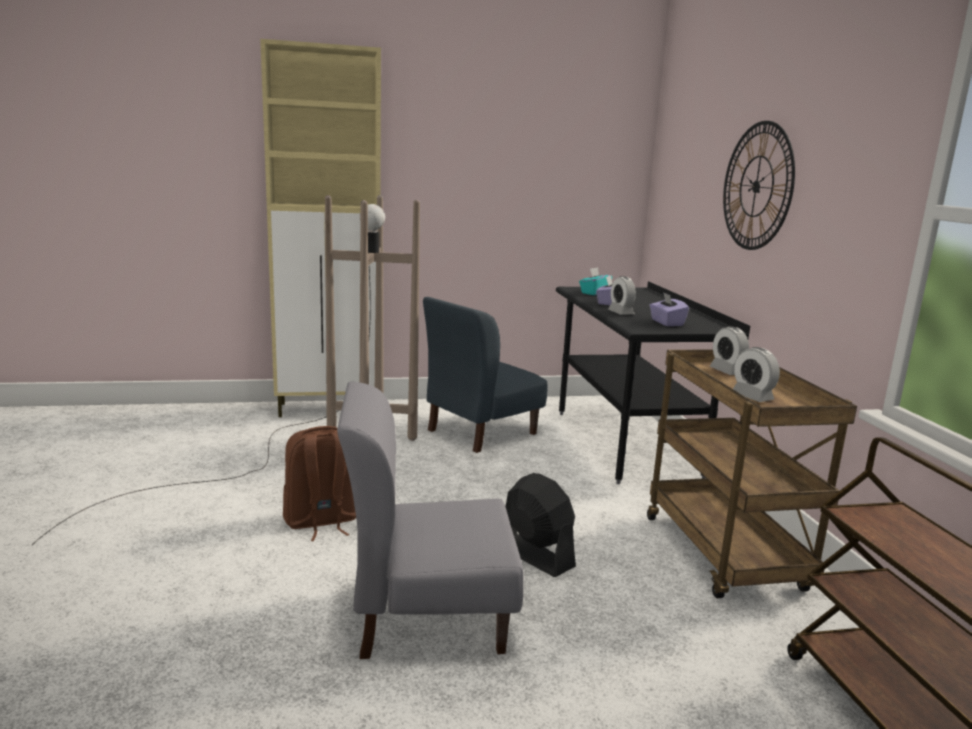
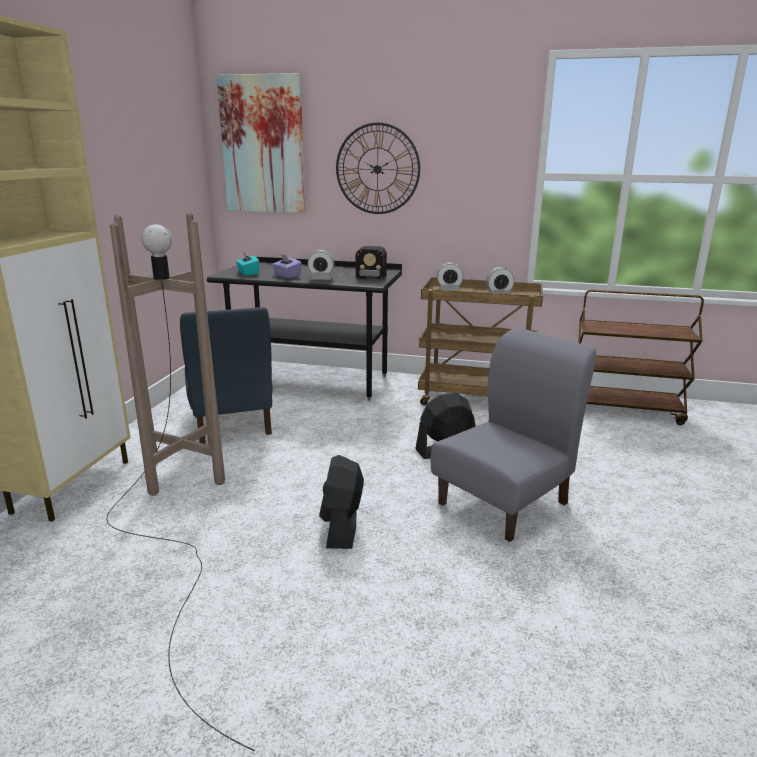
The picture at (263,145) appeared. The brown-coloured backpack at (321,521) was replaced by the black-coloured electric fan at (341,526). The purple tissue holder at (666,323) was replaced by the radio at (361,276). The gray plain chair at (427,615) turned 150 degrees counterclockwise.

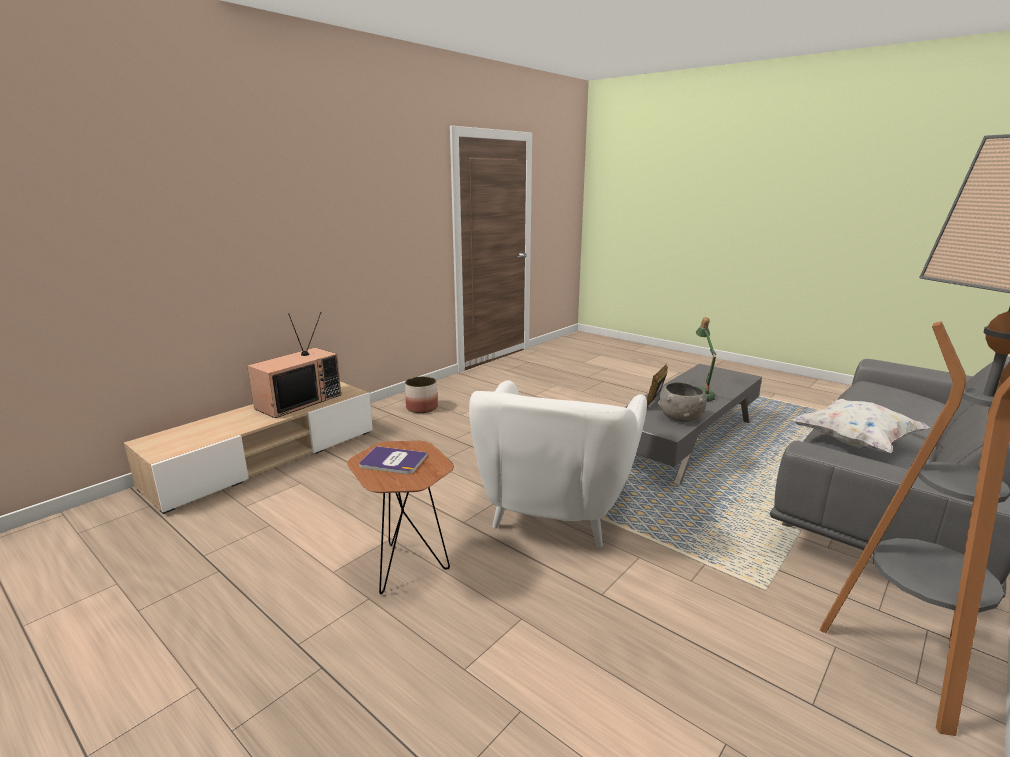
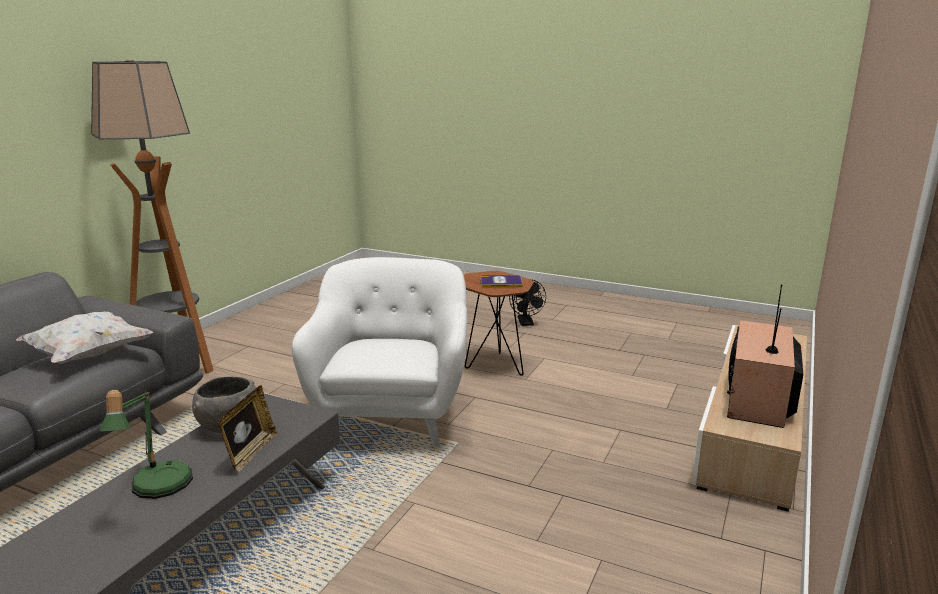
The black-coloured electric fan at (526,323) appeared. The plant pot at (422,408) disappeared.

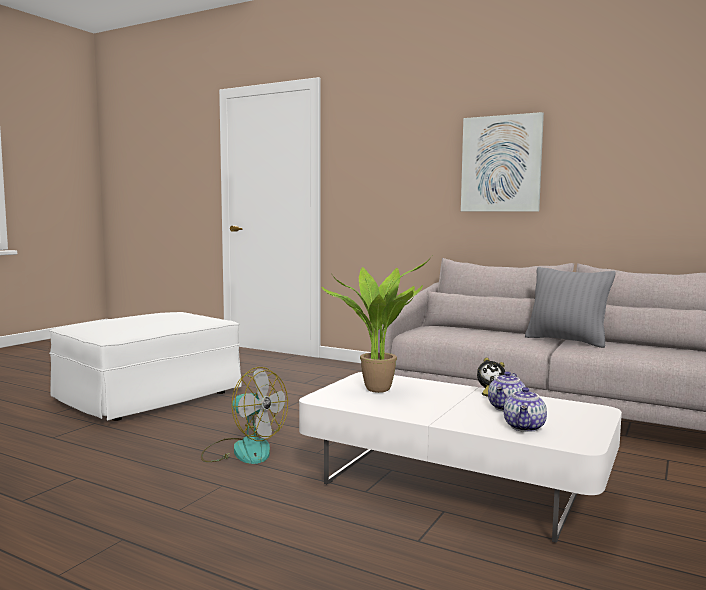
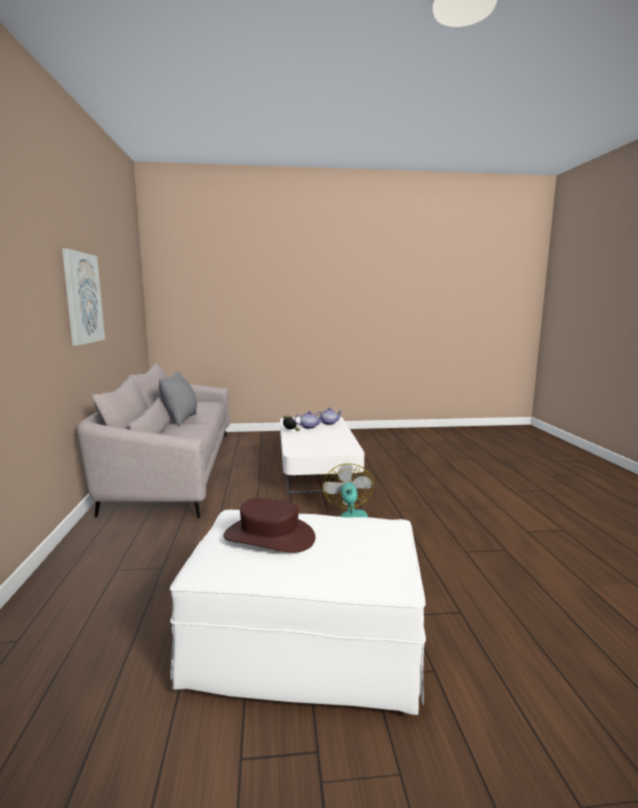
The brown-coloured wearable hat at (269,536) appeared. The houseplant at (379,388) disappeared.

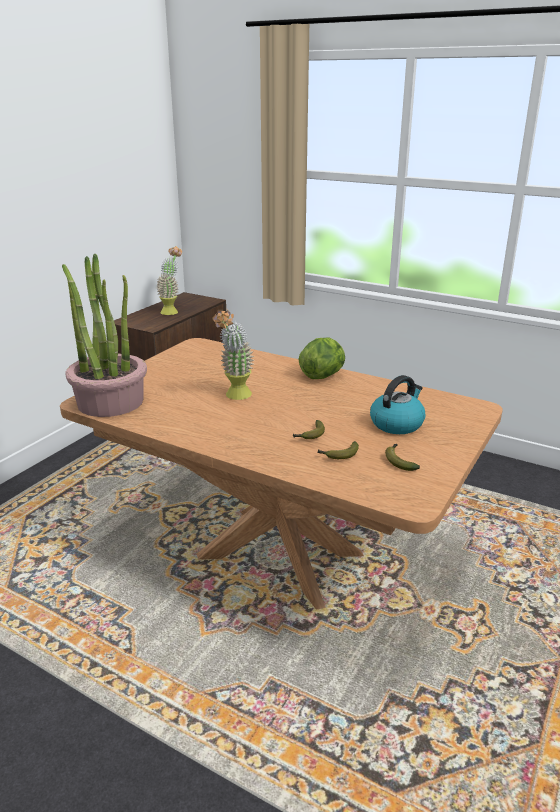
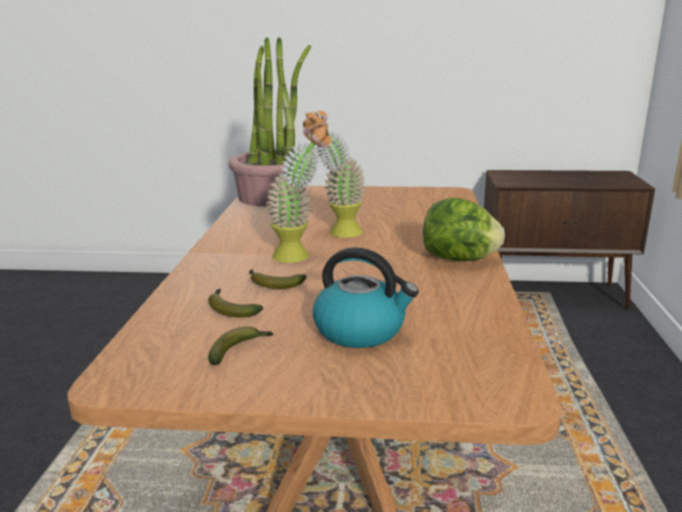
The houseplant moved from (172,311) to (300,256).

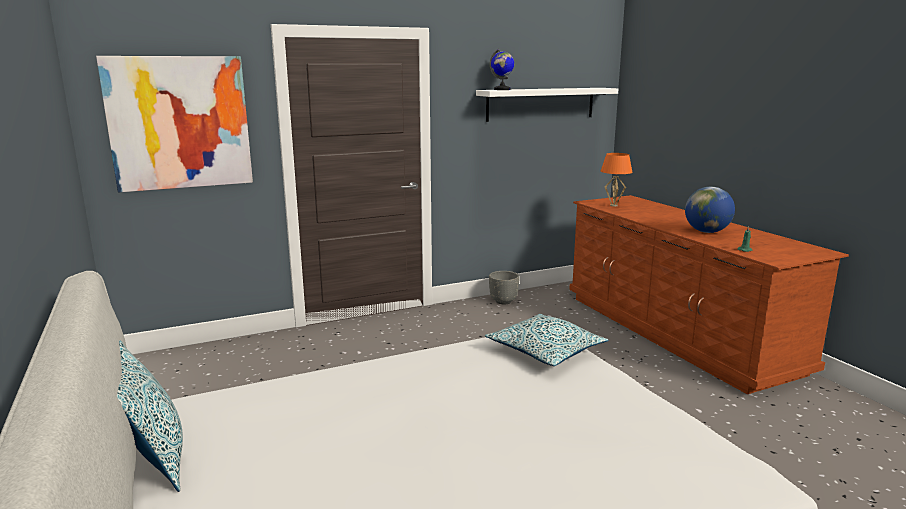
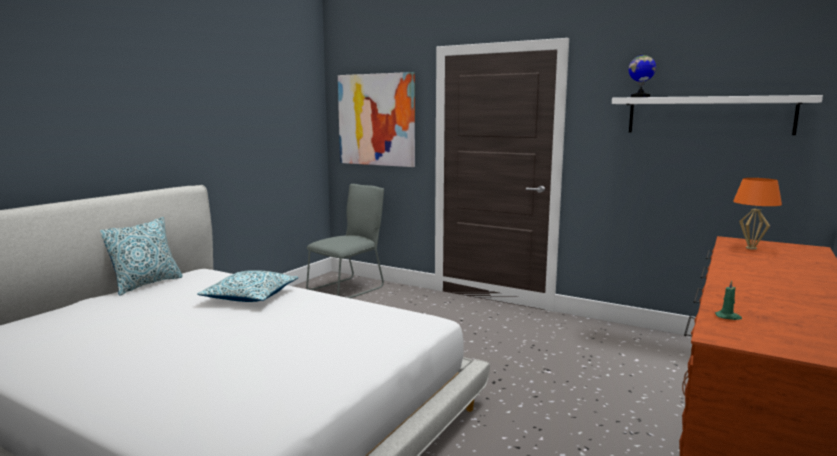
The cushion moved from (545,351) to (250,296). The gray plain chair at (348,288) appeared. The gray plant pot at (503,301) disappeared. The world globe at (706,232) disappeared.

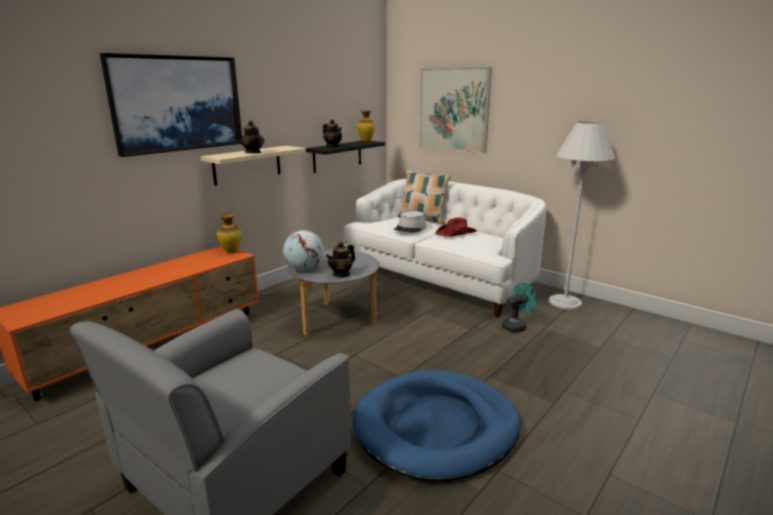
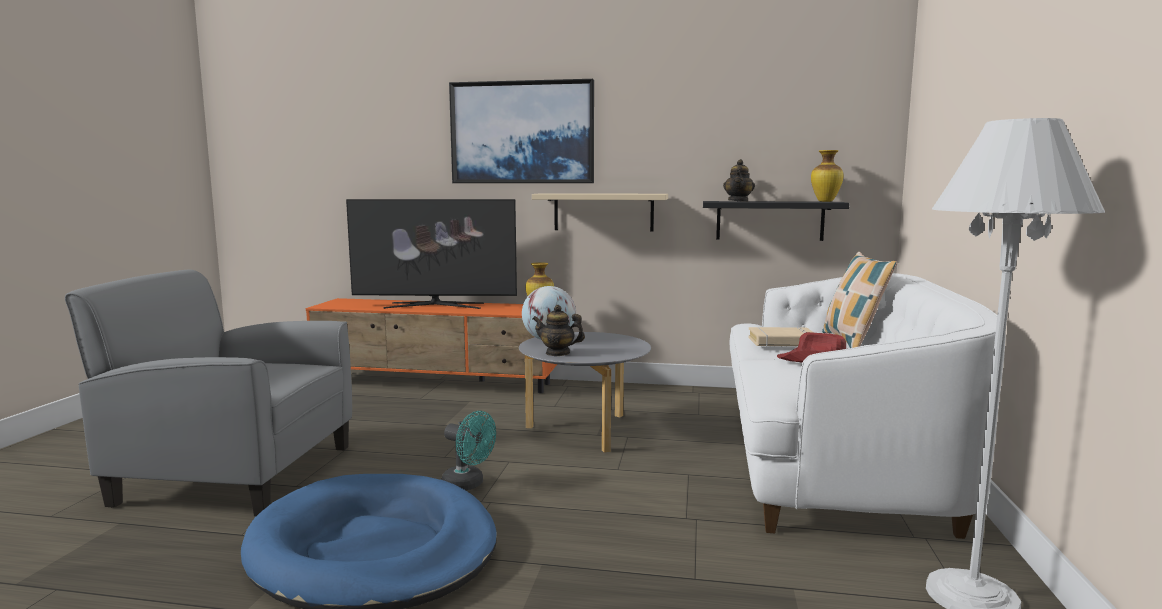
The television at (434,305) appeared. The turquoise electric fan moved from (516,326) to (468,484). The gray wearable hat at (410,228) was replaced by the beige volume at (782,342). The tea pot at (253,152) disappeared. The picture at (453,109) disappeared.

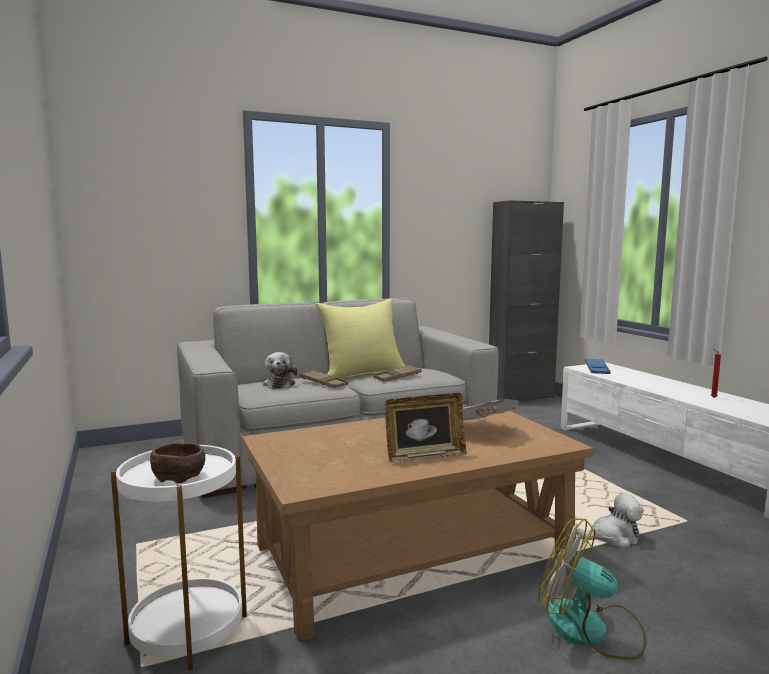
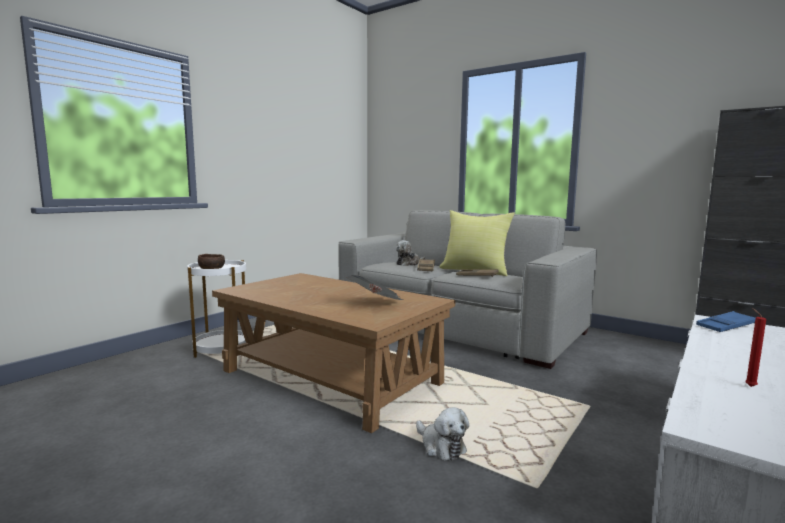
The picture frame at (425,456) disappeared. The electric fan at (590,630) disappeared.

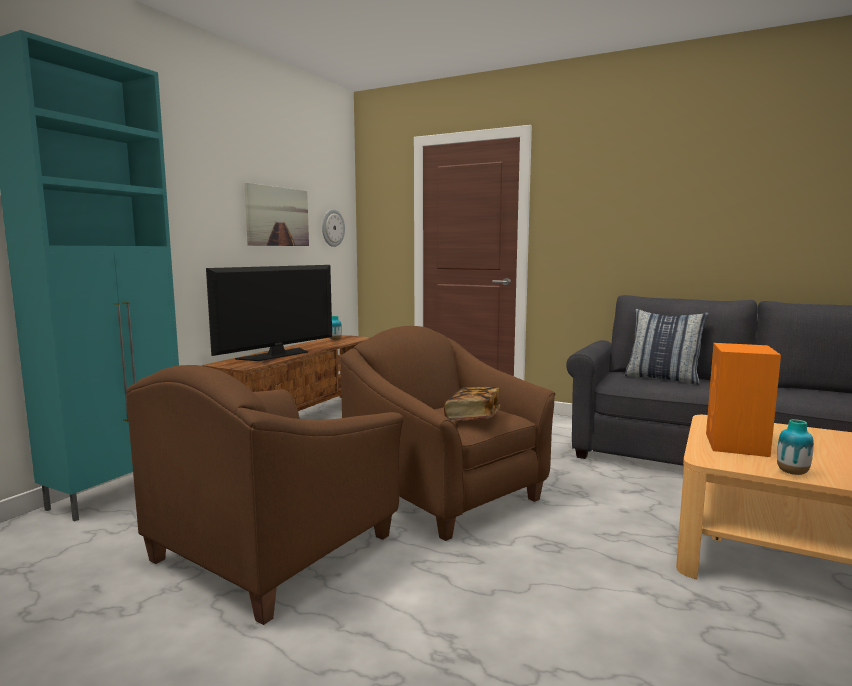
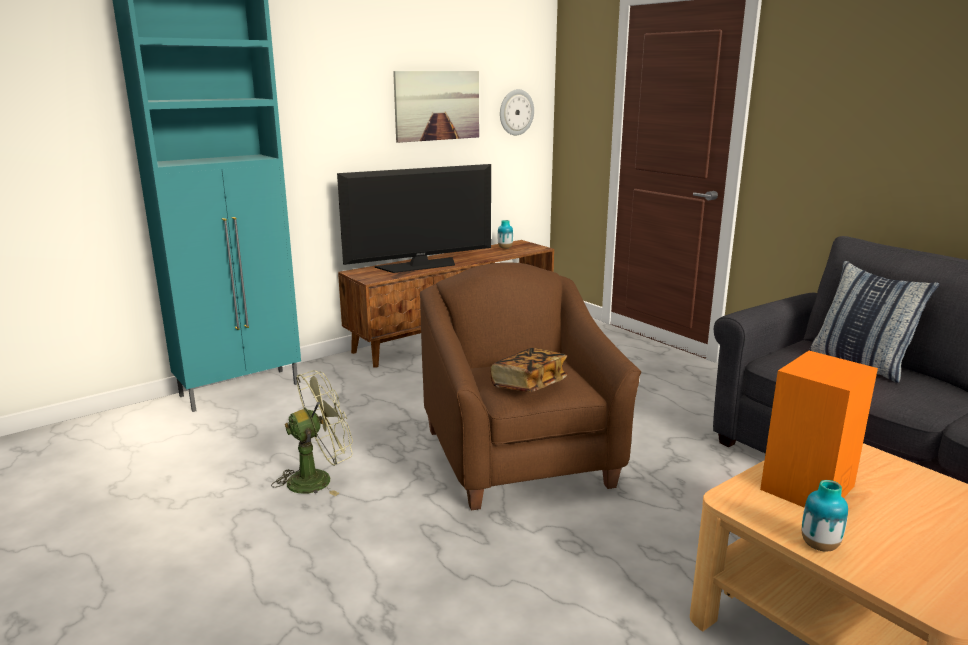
The brown-coloured armchair at (276,549) was replaced by the green-coloured electric fan at (318,478).

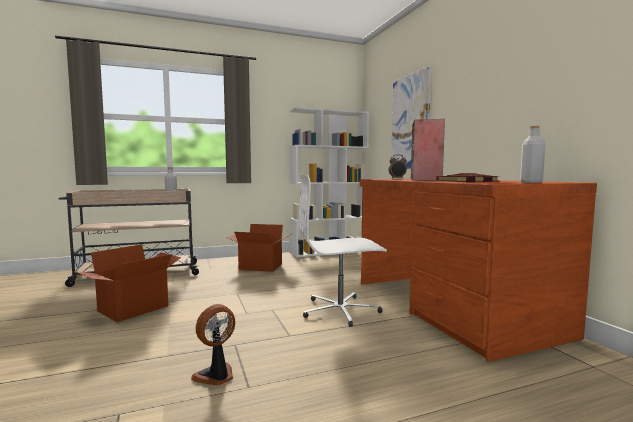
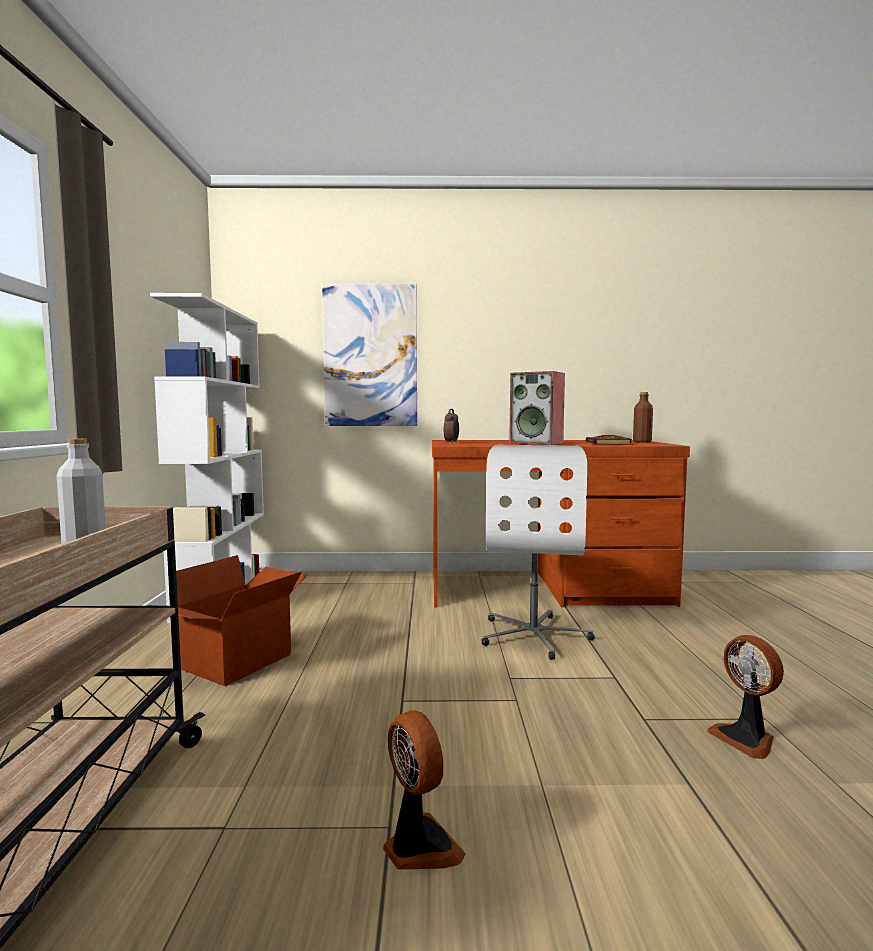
The cardboard box at (134,309) was replaced by the electric fan at (419,847). The gray drink bottle at (531,182) became the brown-coloured drink bottle at (642,442).

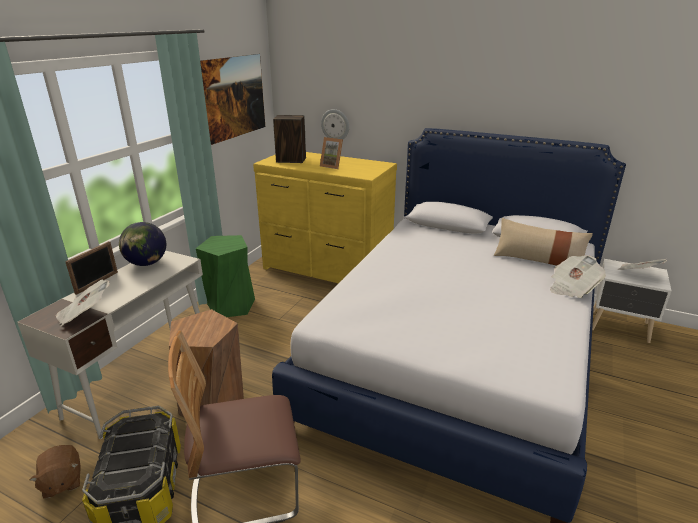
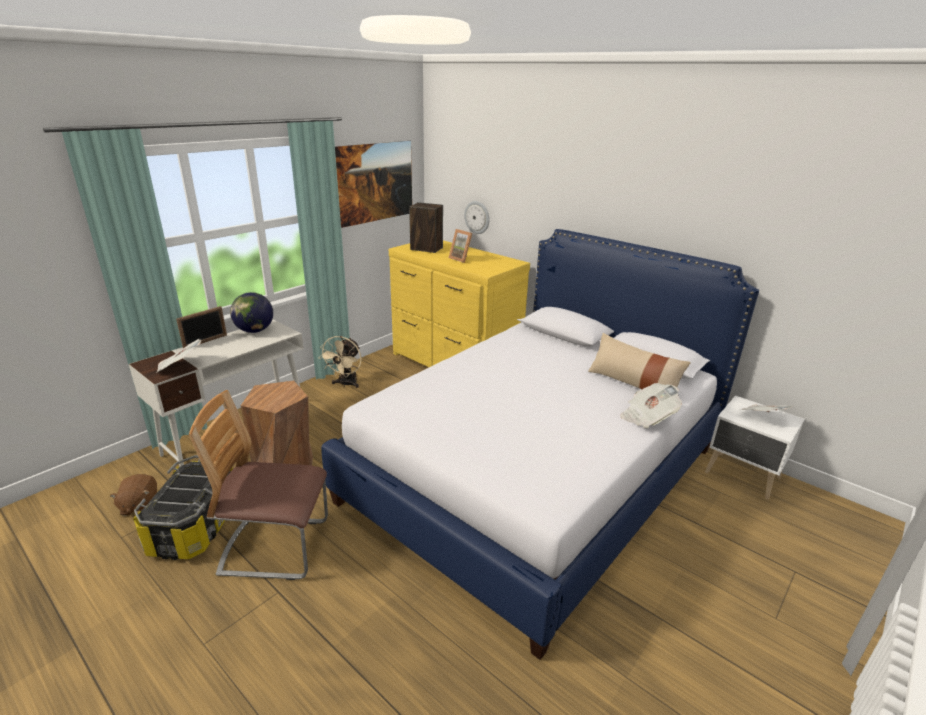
The green-coloured stool seat at (231,305) was replaced by the beige electric fan at (346,384).

